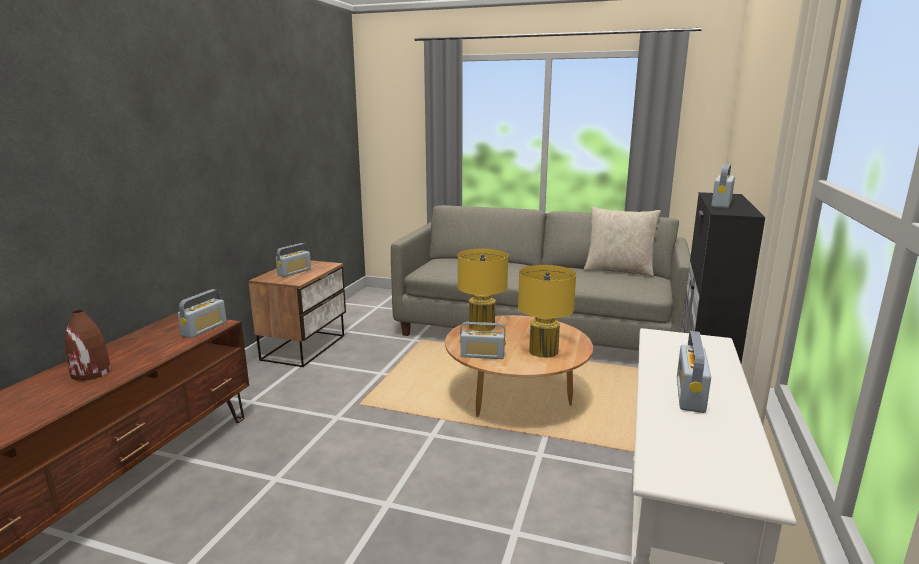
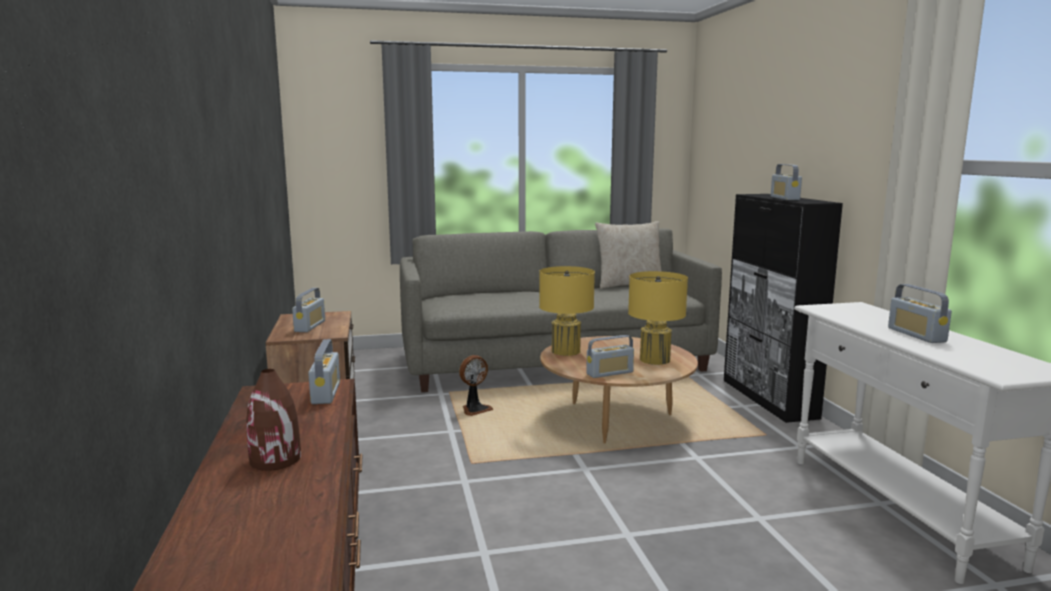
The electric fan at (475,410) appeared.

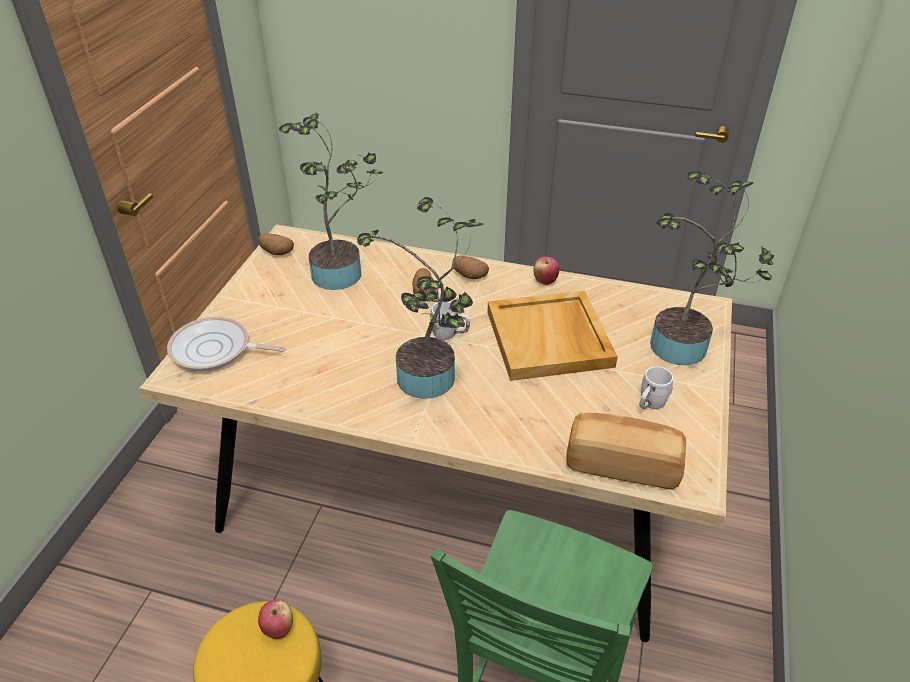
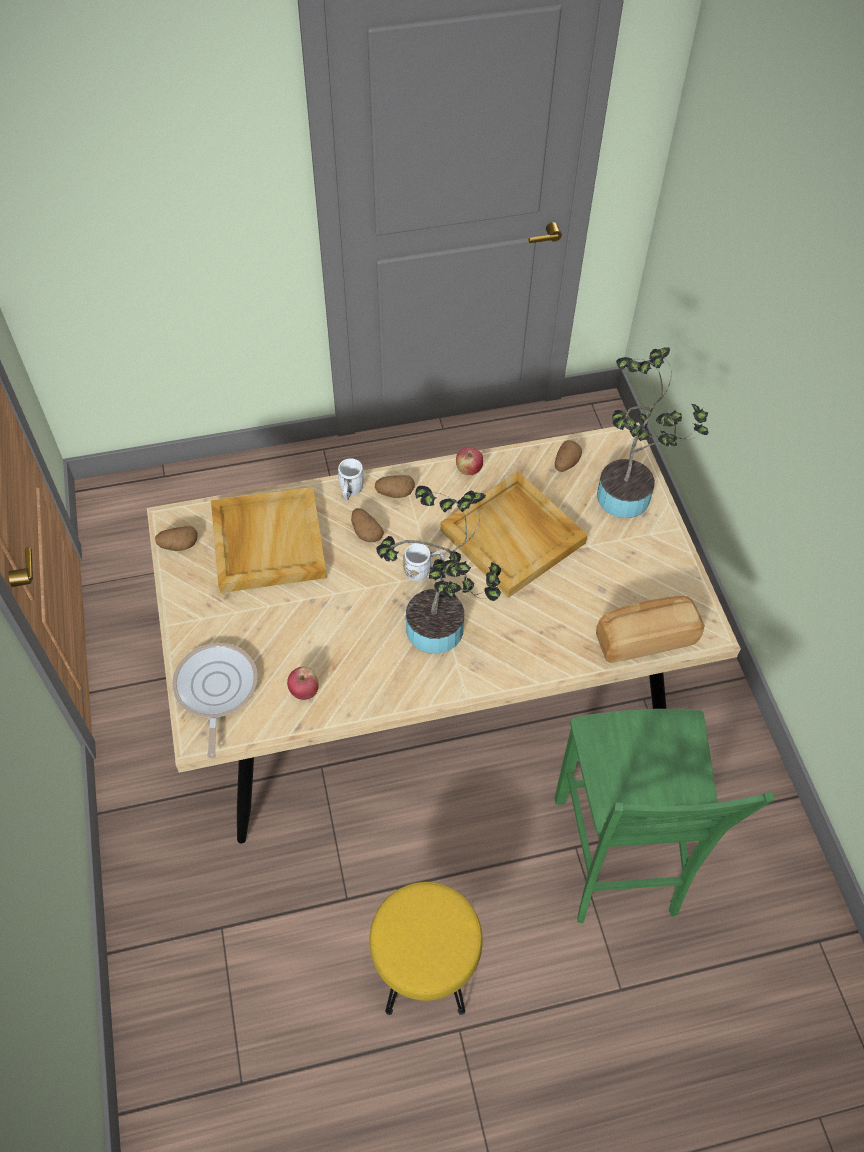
The frying pan at (215,350) turned 105 degrees clockwise. The houseplant at (342,272) was replaced by the beige tray at (267,542). The whole apple moved from (278,628) to (304,691). The white coffee mug moved from (650,404) to (350,491). The whole potato at (565,463) appeared.

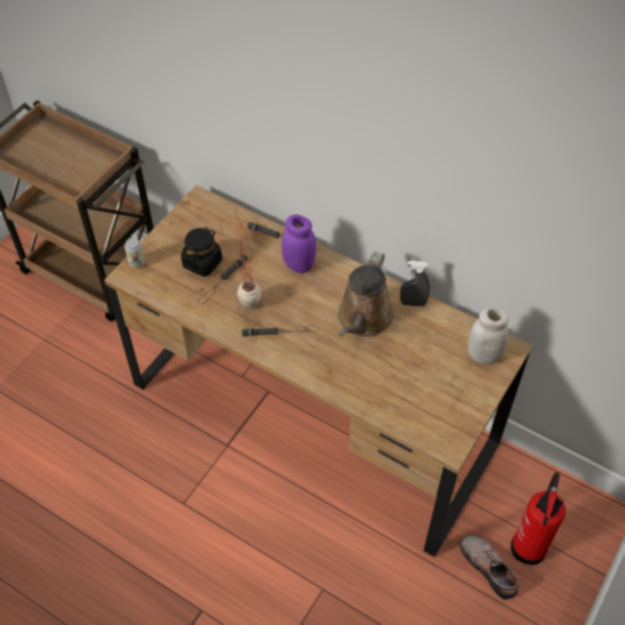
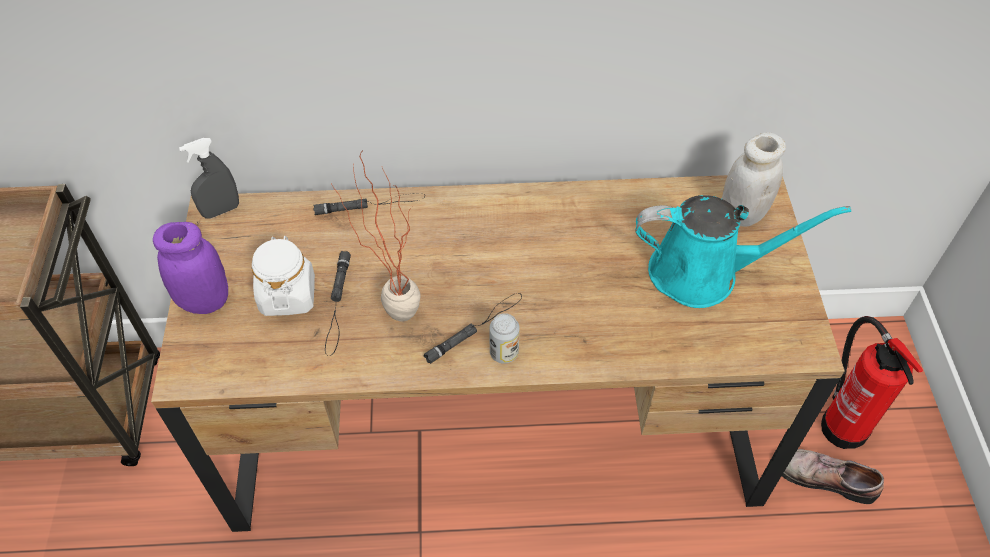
The purple storage jar moved from (299,265) to (205,301). The gray sprayer moved from (413,303) to (221,210). The black-coloured storage jar at (202,263) became the white storage jar at (288,295). The metal can moved from (137,262) to (504,353). The turquoise watering pot at (702,273) appeared. The brown-coloured watering pot at (363,320) disappeared.

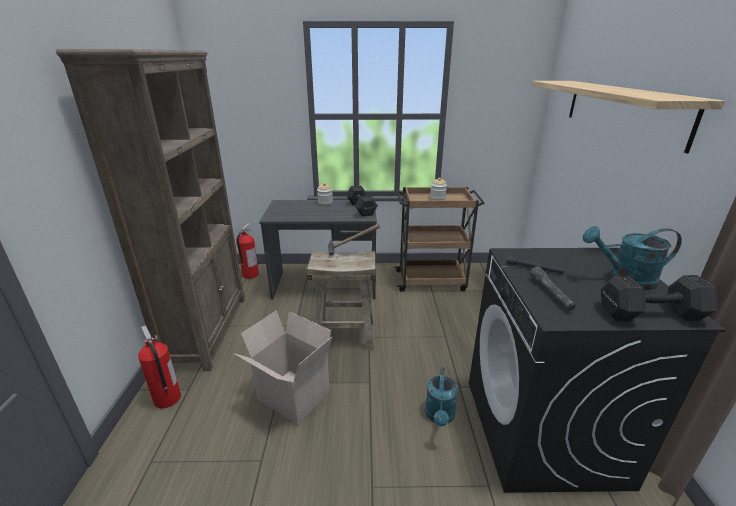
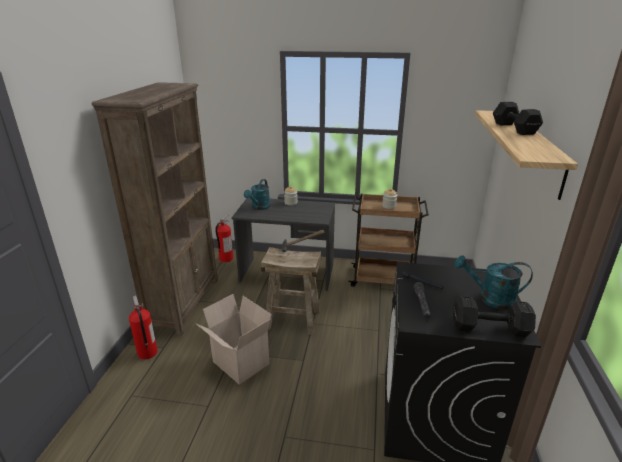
The turquoise watering pot moved from (440,416) to (259,207). The black-coloured dumbbell moved from (361,208) to (514,128).

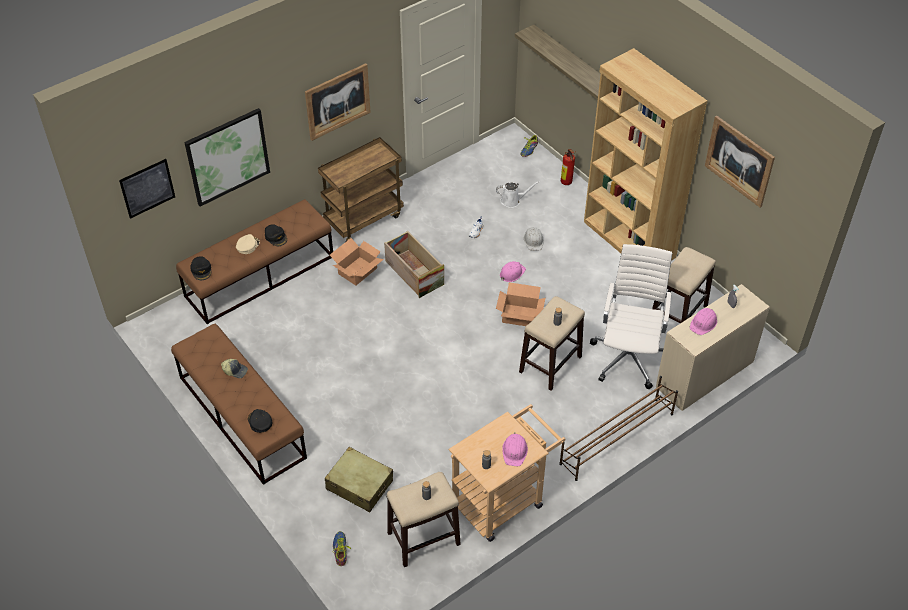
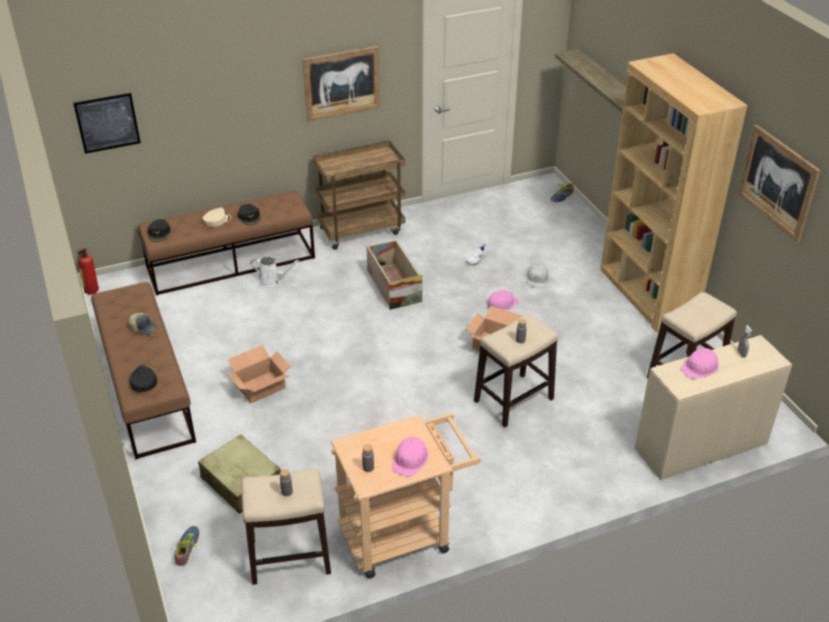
The fire-fighting cylinder moved from (566,183) to (91,292). The cardboard box moved from (357,271) to (260,387). The white watering pot moved from (512,200) to (272,280). The picture at (227,156) disappeared. The brown-coloured shoe rack at (616,439) disappeared. The white desk chair at (629,356) disappeared.

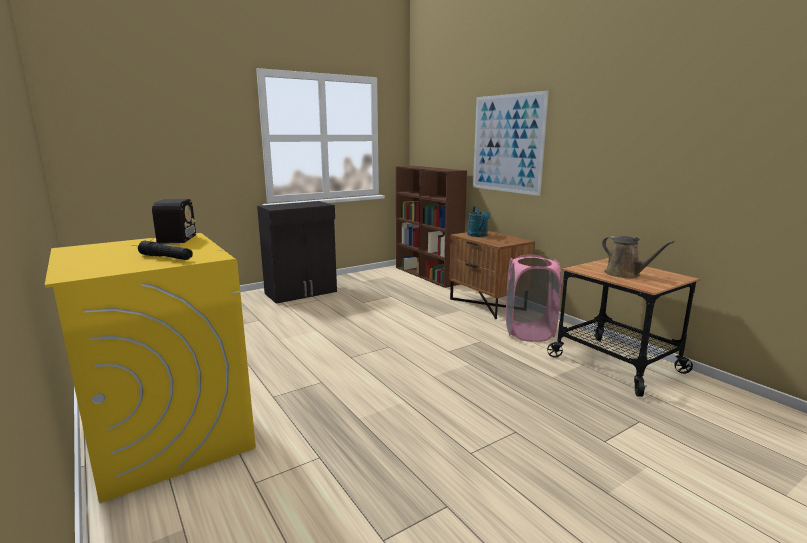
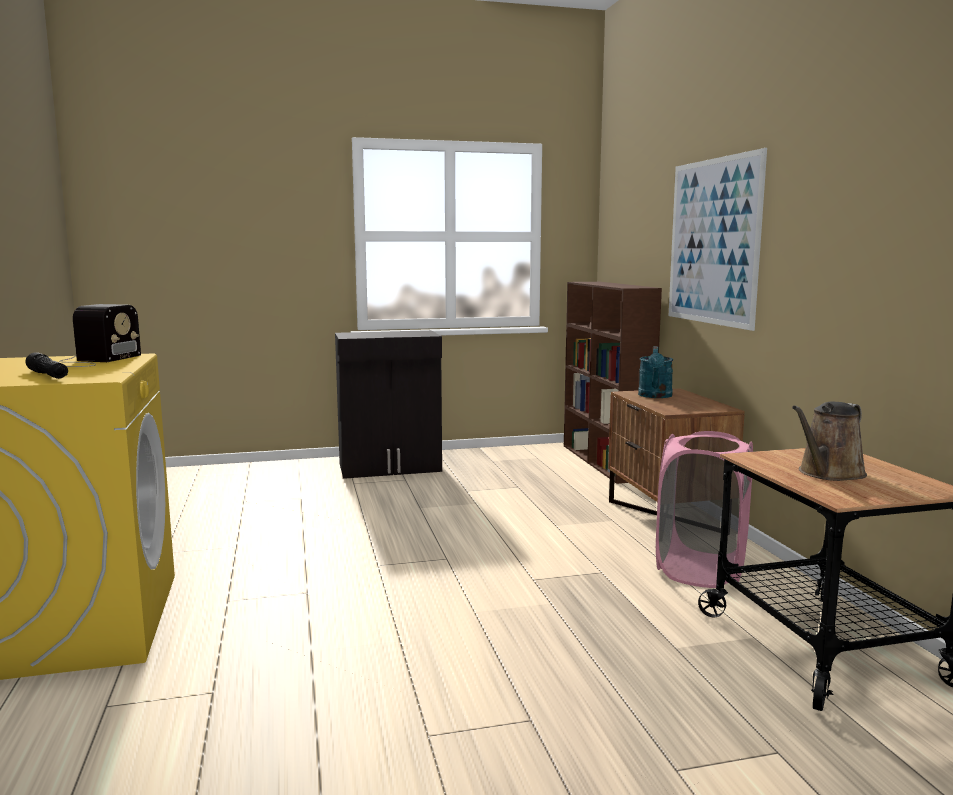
The brown-coloured watering pot at (625,274) turned 60 degrees clockwise.

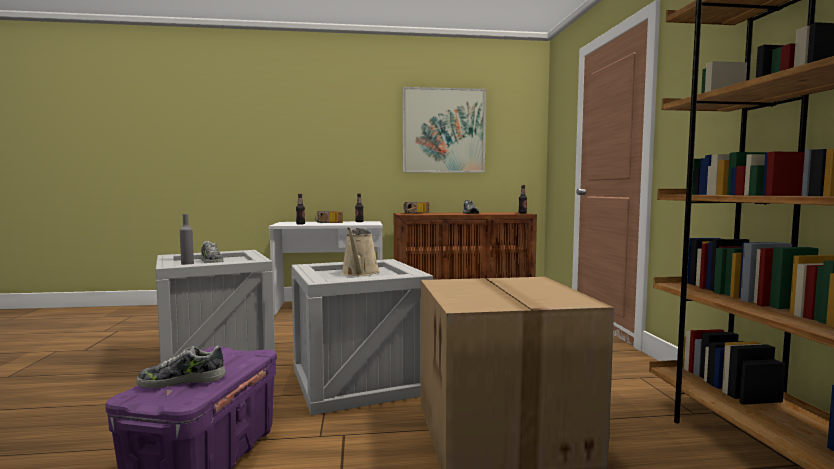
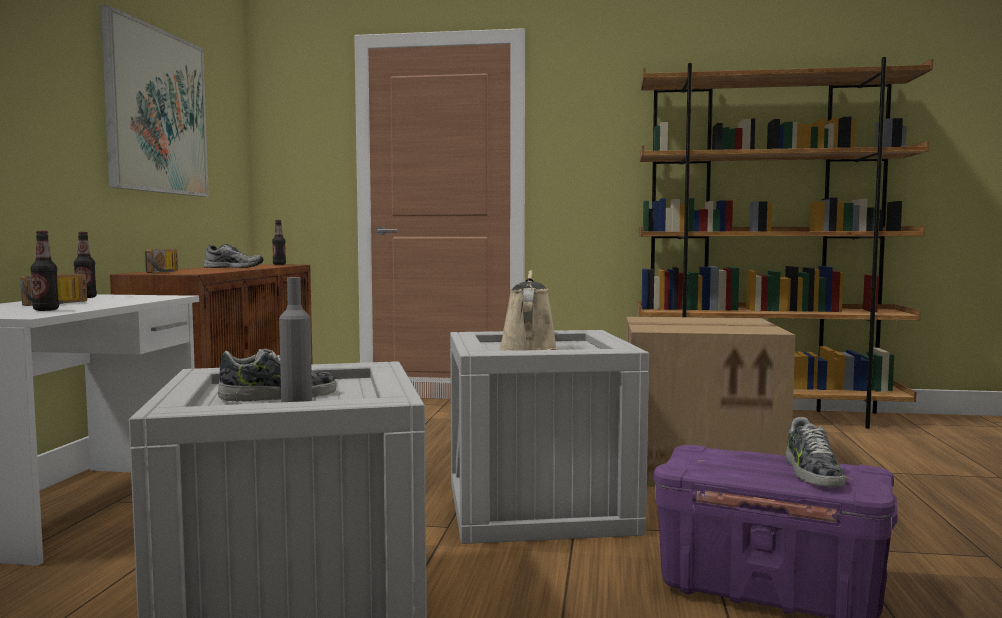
The beige watering pot at (359,273) turned 105 degrees counterclockwise.

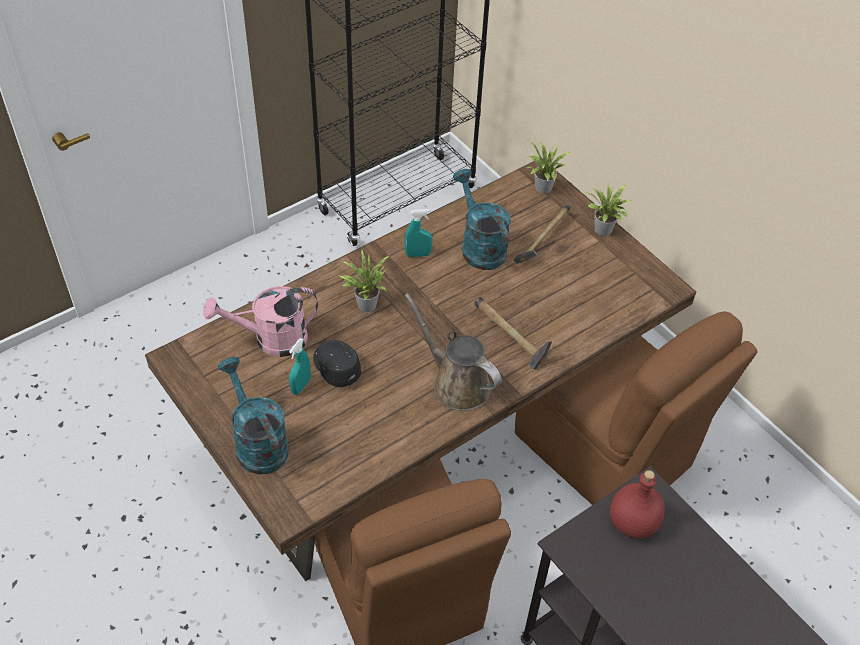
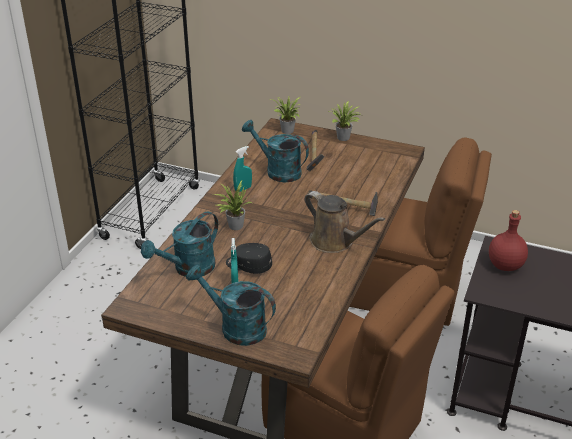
The pink-coloured watering pot at (271,340) became the turquoise watering pot at (188,269). The brown-coloured watering pot at (456,383) turned 150 degrees counterclockwise.

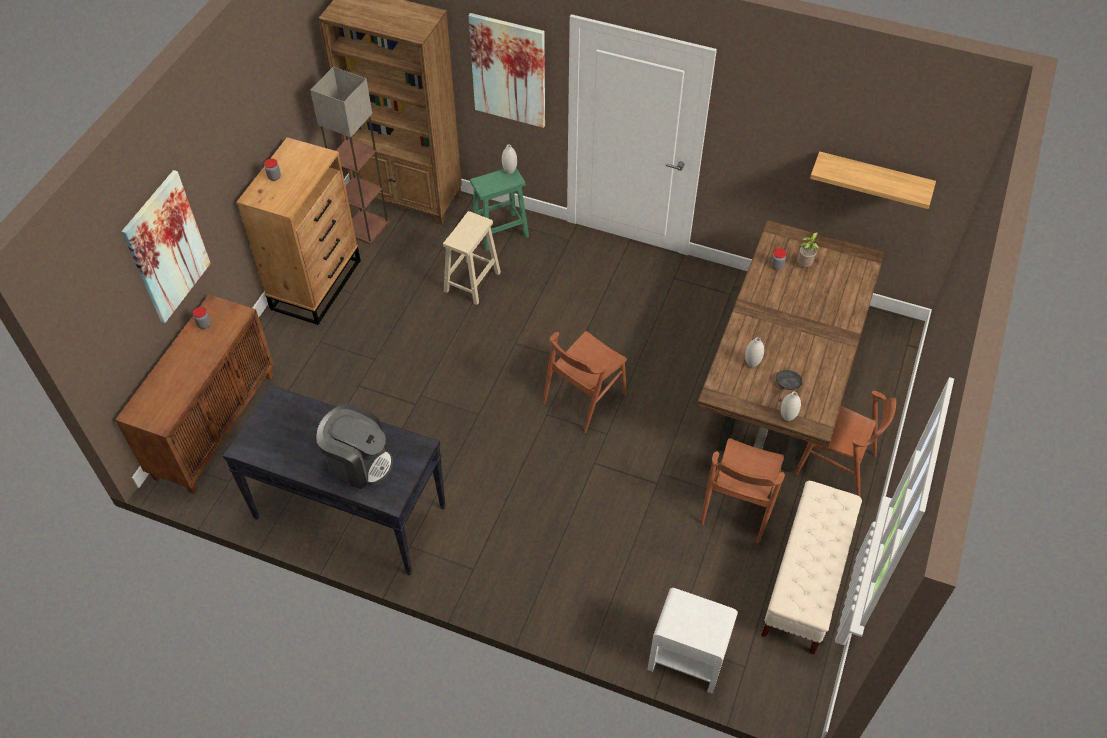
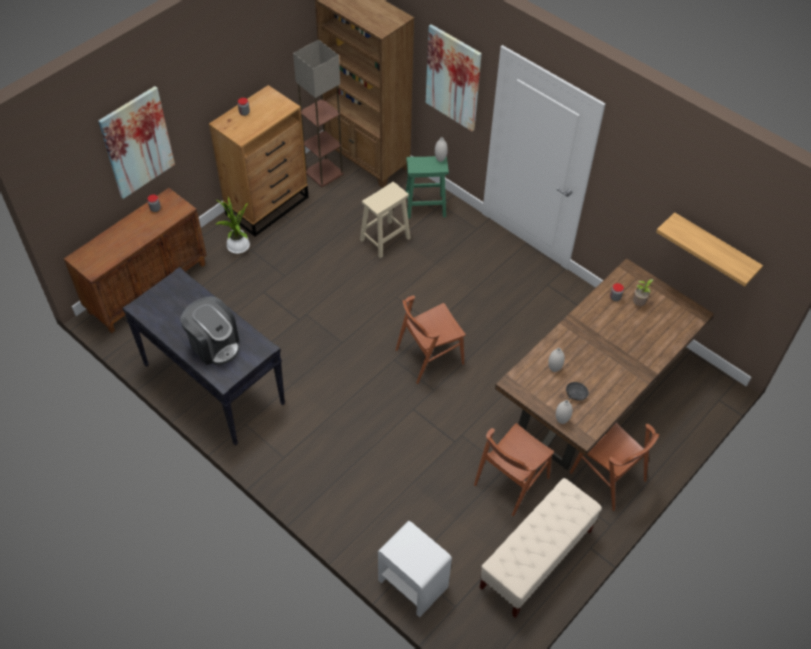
The houseplant at (238,247) appeared.

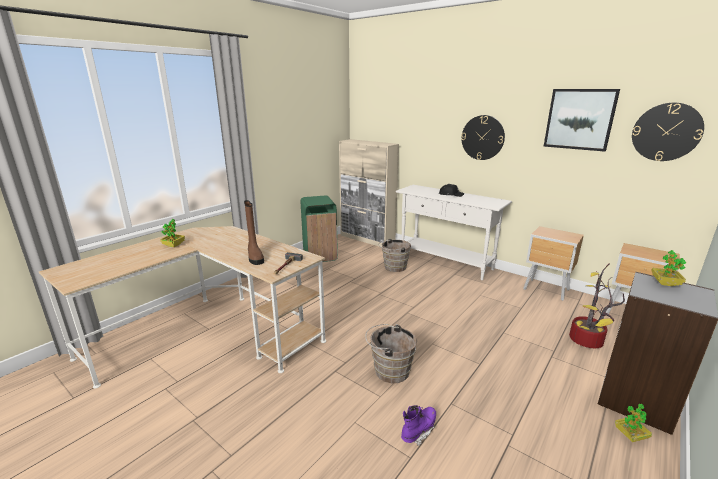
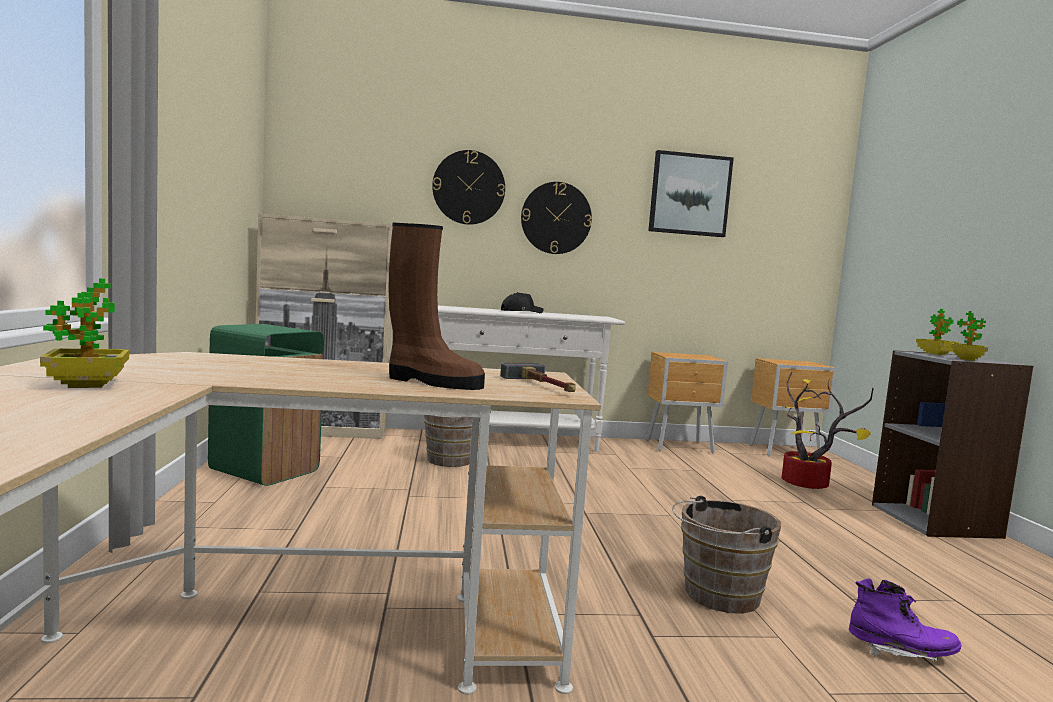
The clock on the wall moved from (666,132) to (469,187). The purple boot at (418,430) turned 105 degrees clockwise. The houseplant moved from (630,435) to (966,359).

